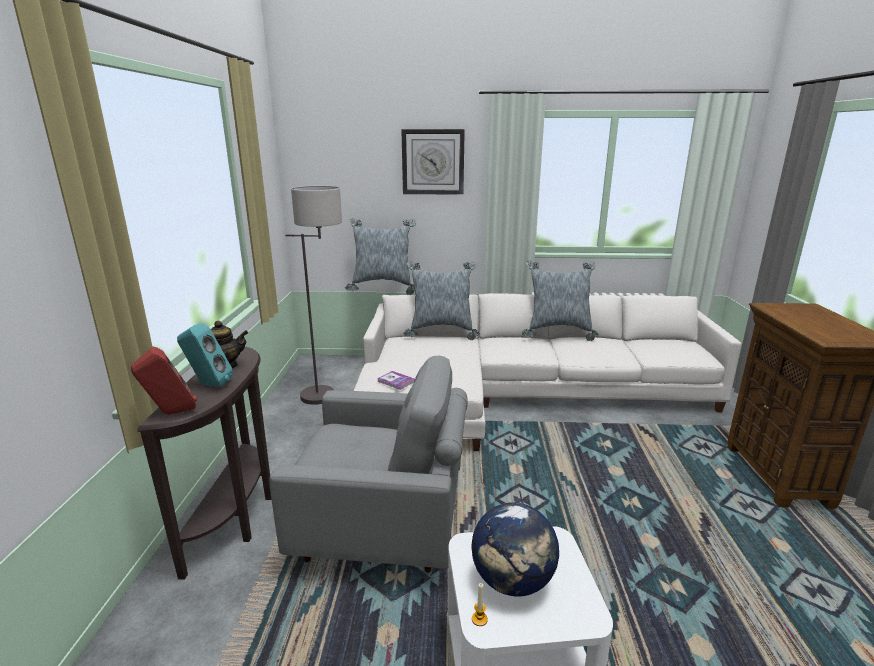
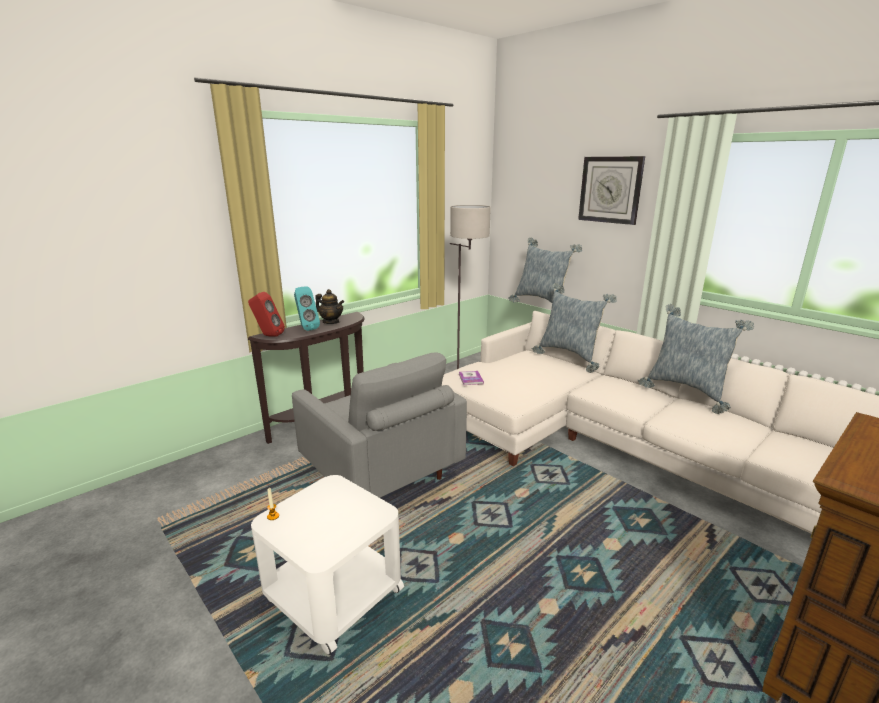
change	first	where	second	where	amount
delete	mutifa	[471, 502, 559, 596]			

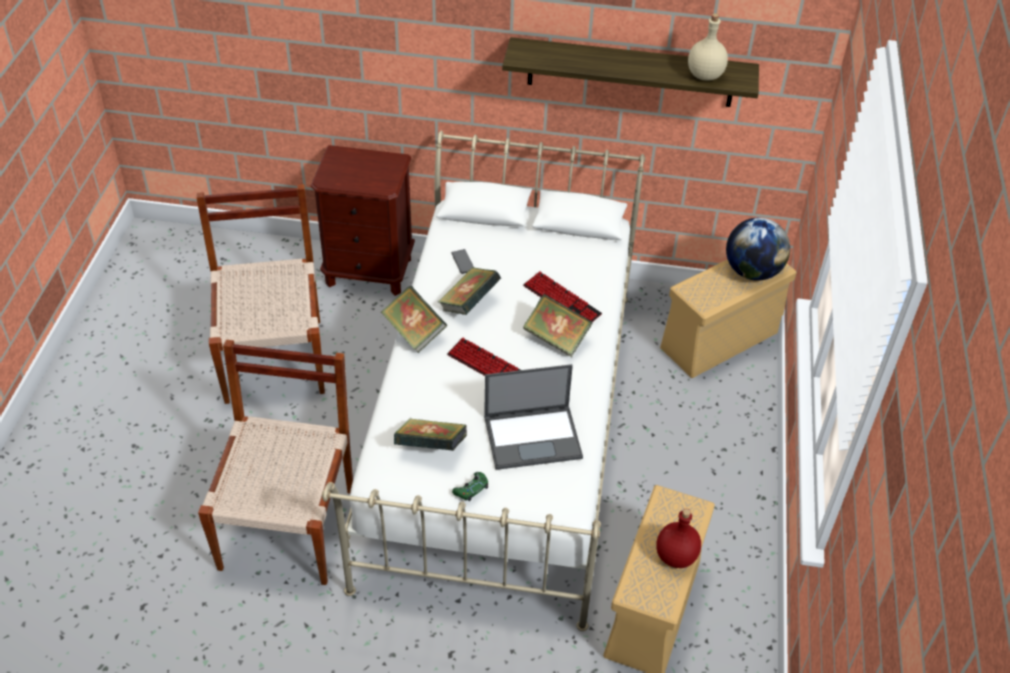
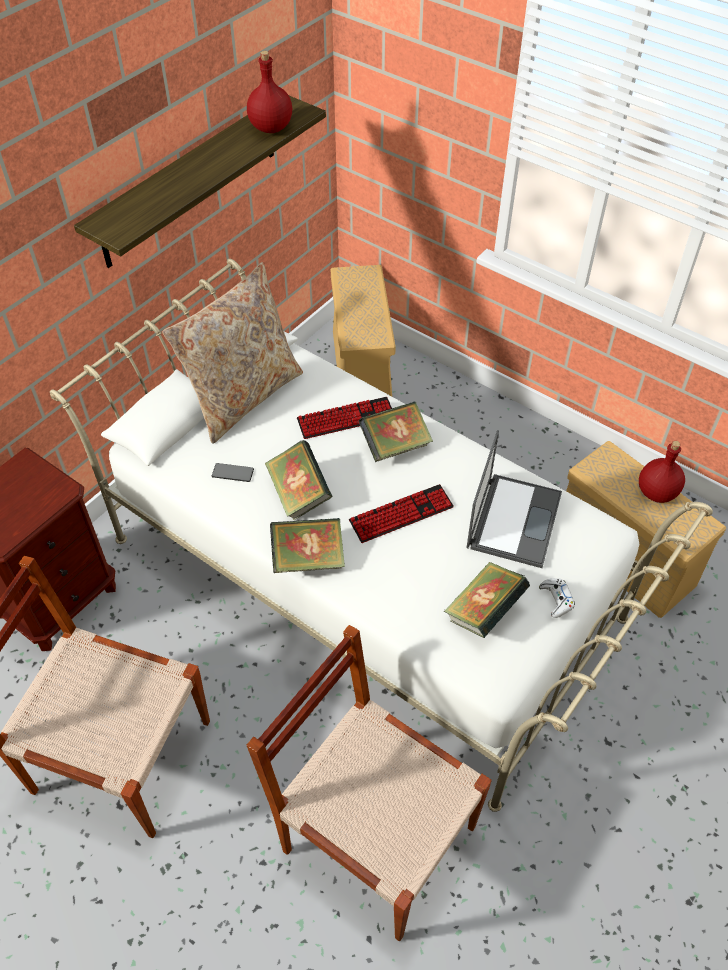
change	first	where	second	where	amount
recolor	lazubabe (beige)	[688, 13, 728, 80]	lazubabe (red)	[247, 51, 292, 133]	
delete	mutifa	[726, 218, 790, 281]			
recolor	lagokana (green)	[452, 472, 488, 501]	lagokana (white)	[539, 578, 575, 618]	
insert			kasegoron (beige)	[162, 262, 303, 444]	

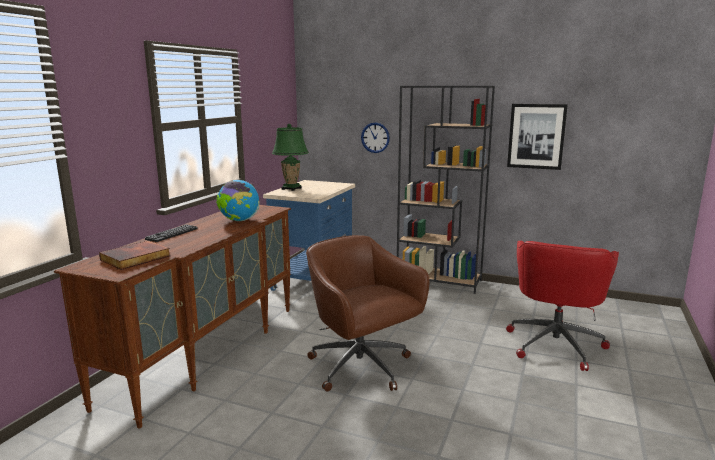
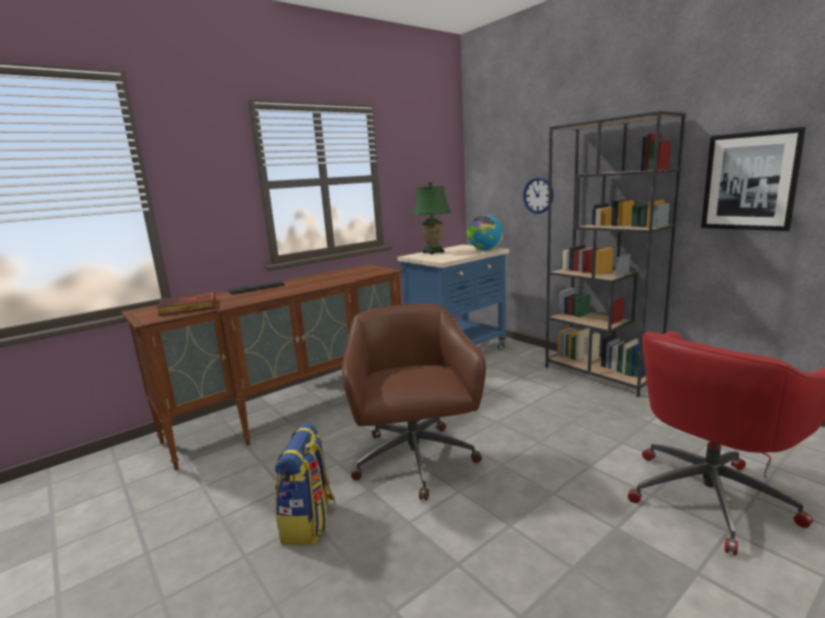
change	first	where	second	where	amount
move	mutifa	[216, 180, 259, 221]		[467, 215, 503, 251]	
insert			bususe	[275, 424, 336, 546]	

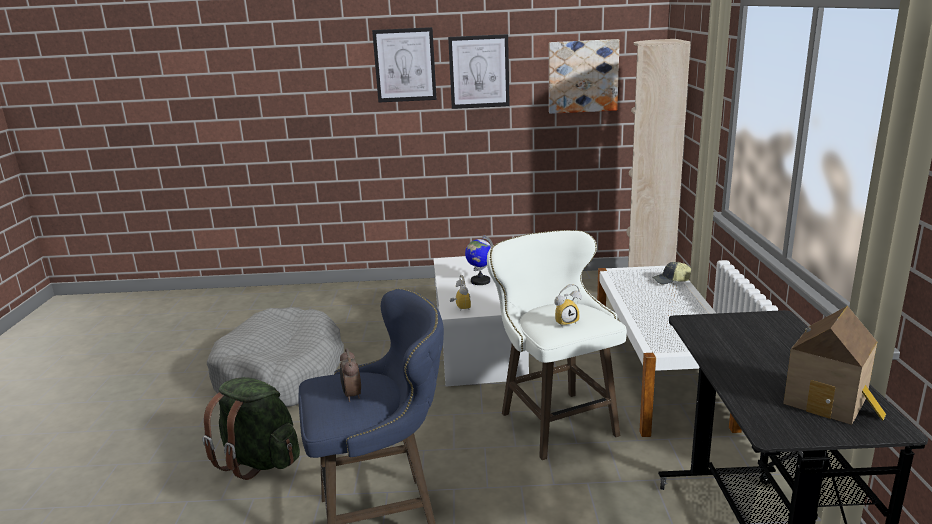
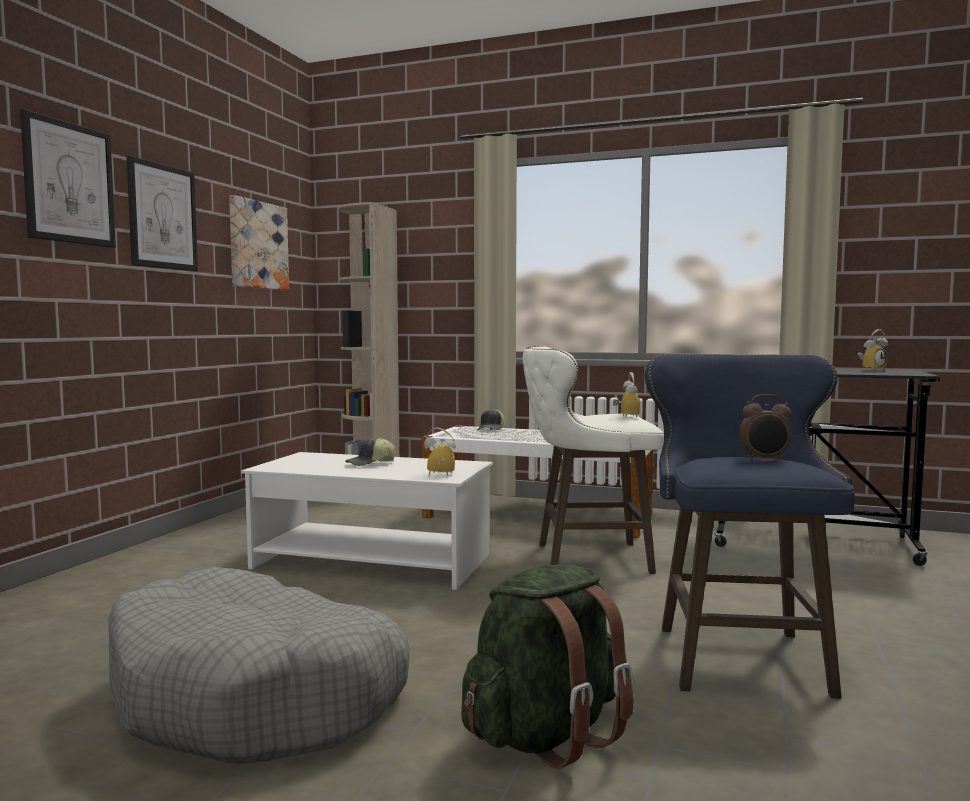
change	first	where	second	where	amount
replace	mutifa	[465, 235, 493, 285]	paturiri	[345, 437, 395, 466]	
replace	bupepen	[783, 306, 886, 425]	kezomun	[857, 329, 888, 371]	

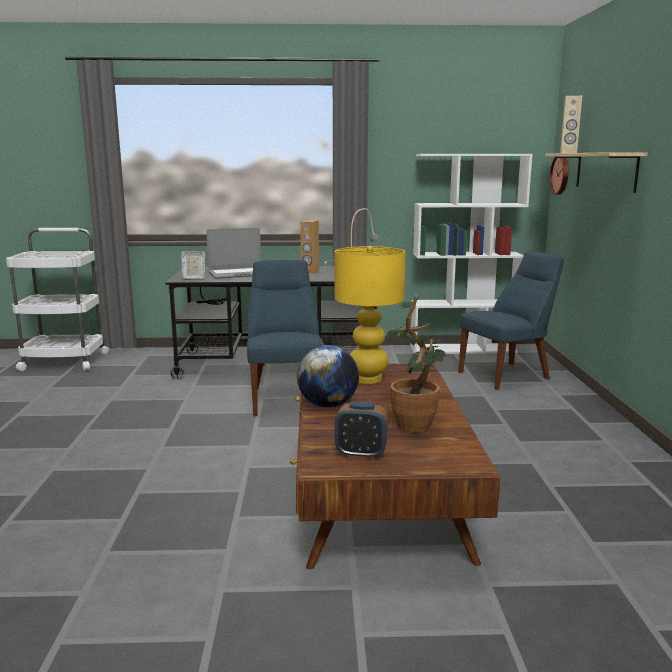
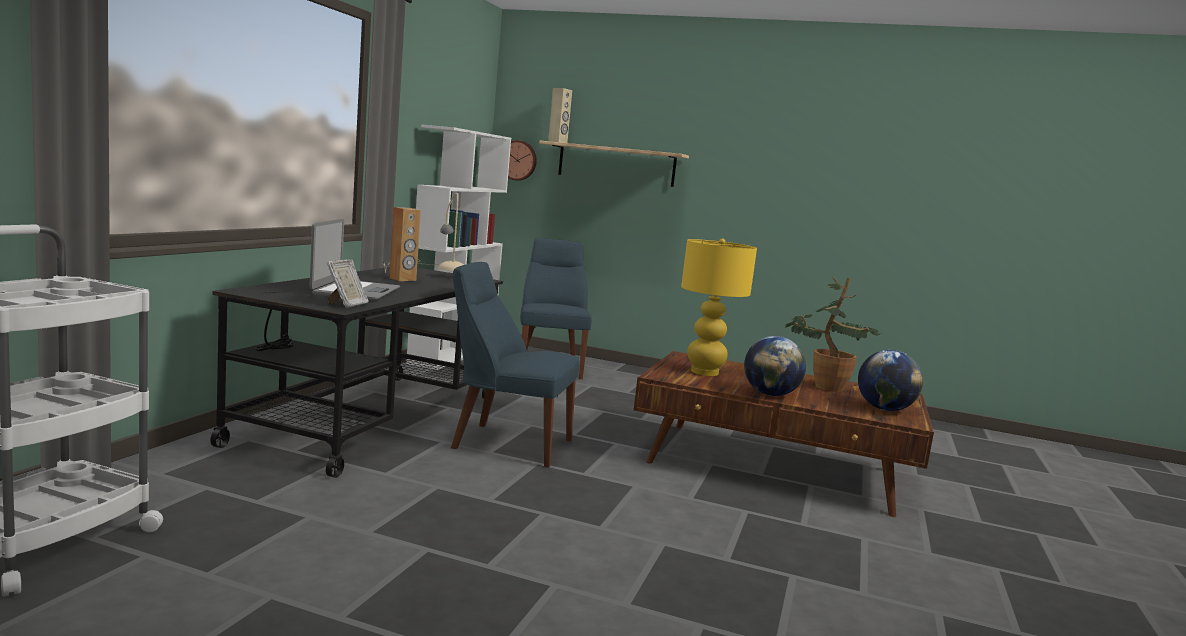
change	first	where	second	where	amount
replace	kezomun	[335, 402, 388, 459]	mutifa	[858, 350, 923, 411]	

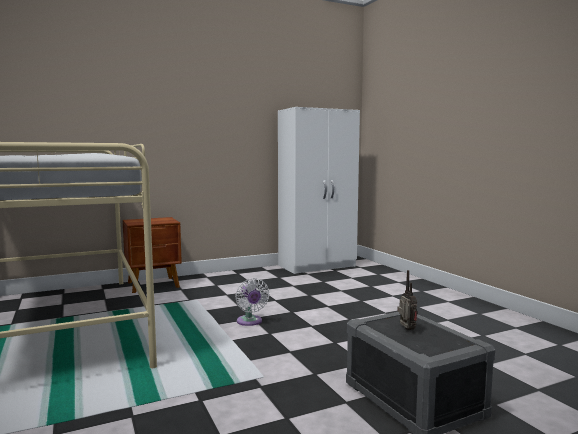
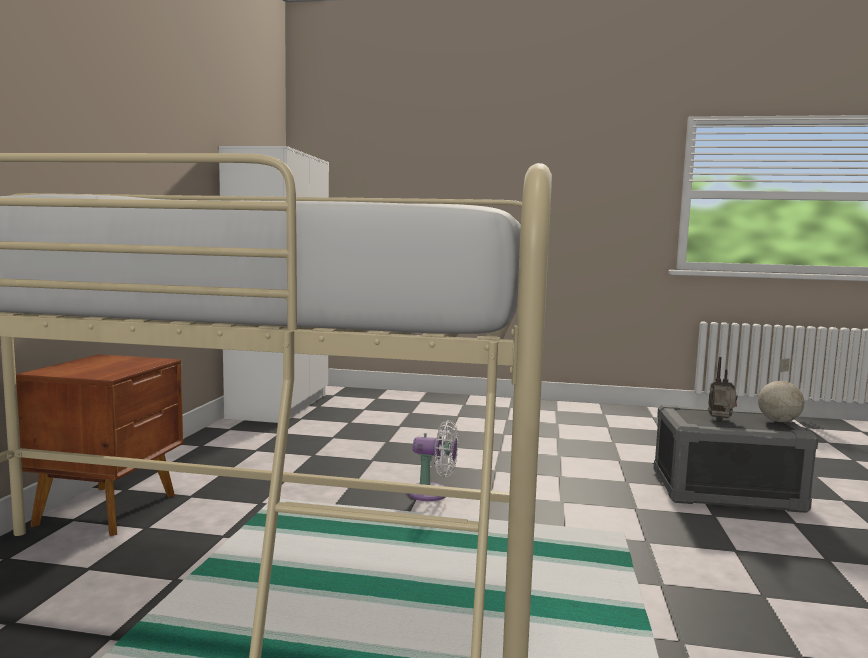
change	first	where	second	where	amount
insert			mutifa	[758, 358, 805, 422]	

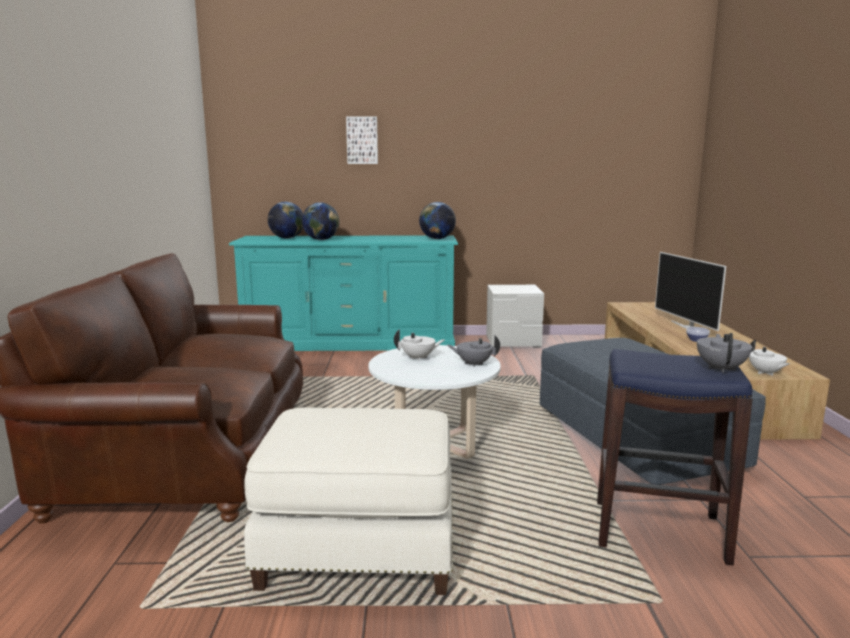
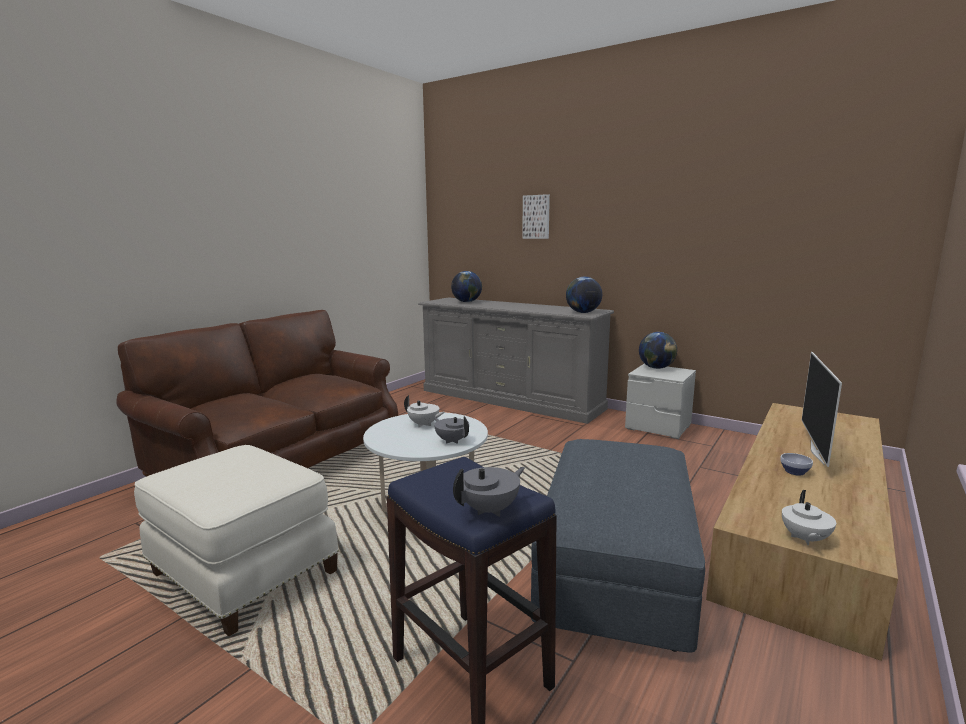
change	first	where	second	where	amount
move	mutifa	[302, 202, 339, 240]		[639, 332, 677, 369]	
recolor	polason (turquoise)	[229, 235, 458, 351]	polason (grey)	[418, 297, 614, 424]	

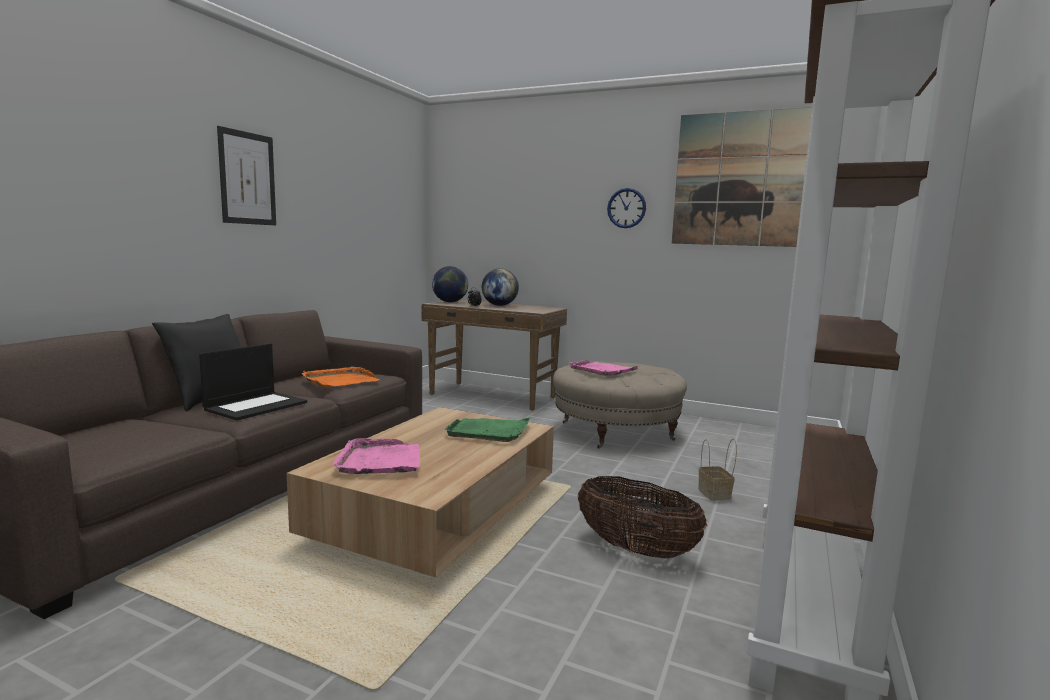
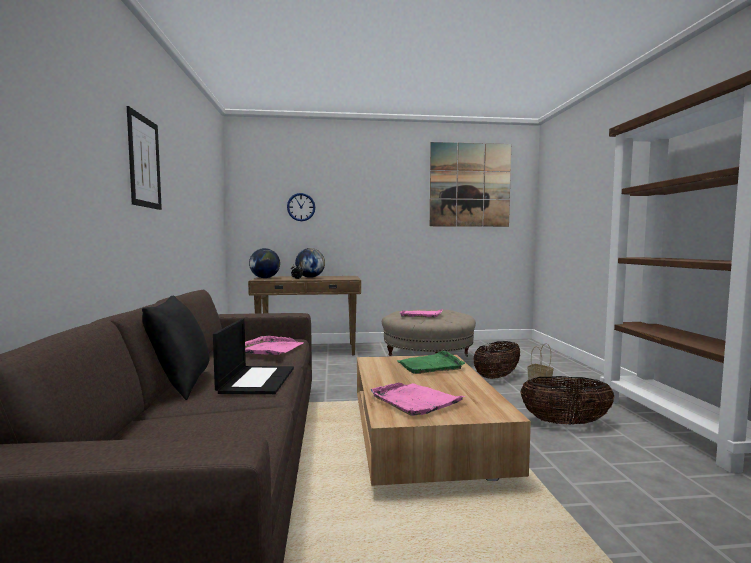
change	first	where	second	where	amount
move	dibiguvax	[607, 188, 646, 228]		[287, 193, 315, 221]	
recolor	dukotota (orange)	[301, 367, 380, 387]	dukotota (pink)	[245, 336, 304, 355]	
insert			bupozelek	[473, 341, 520, 379]	

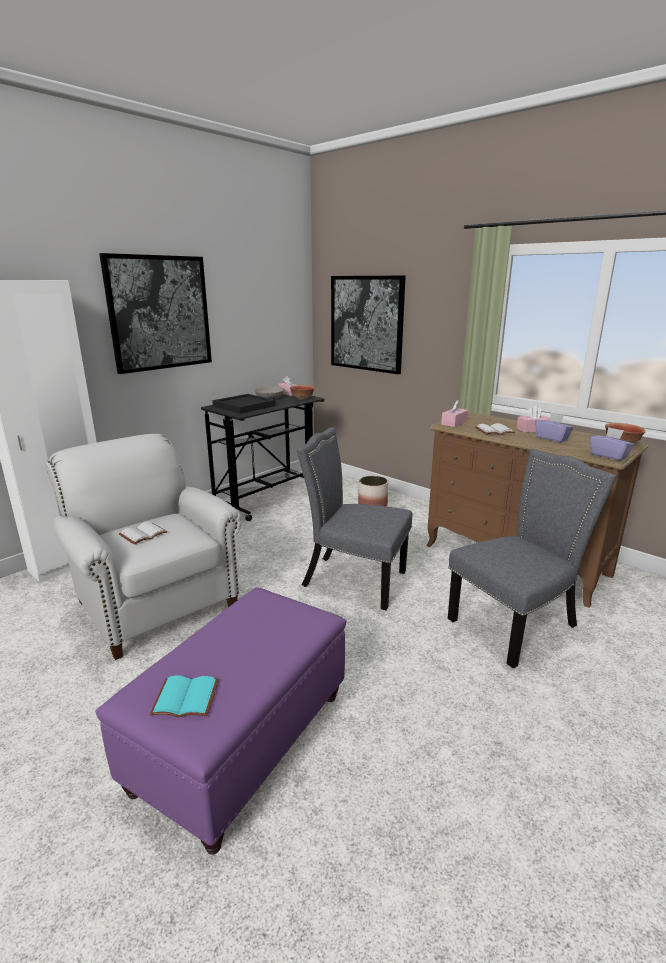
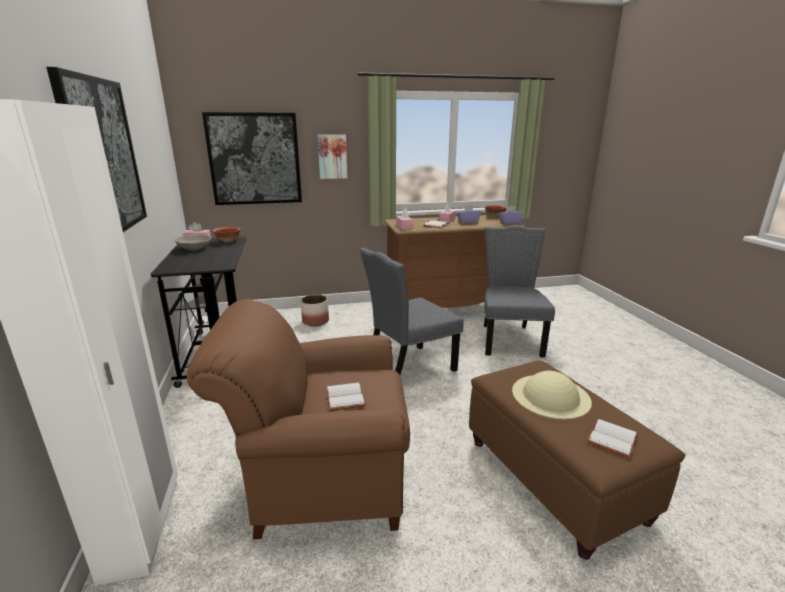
change	first	where	second	where	amount
delete	dukotota (black)	[212, 394, 276, 414]			
recolor	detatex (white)	[46, 434, 242, 660]	detatex (brown)	[187, 299, 410, 540]	
recolor	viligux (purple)	[96, 588, 346, 854]	viligux (brown)	[469, 360, 686, 560]	
recolor	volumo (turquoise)	[150, 675, 219, 717]	volumo (white)	[587, 419, 638, 458]	
insert			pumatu	[317, 135, 348, 179]	
insert			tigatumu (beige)	[512, 371, 592, 420]	

